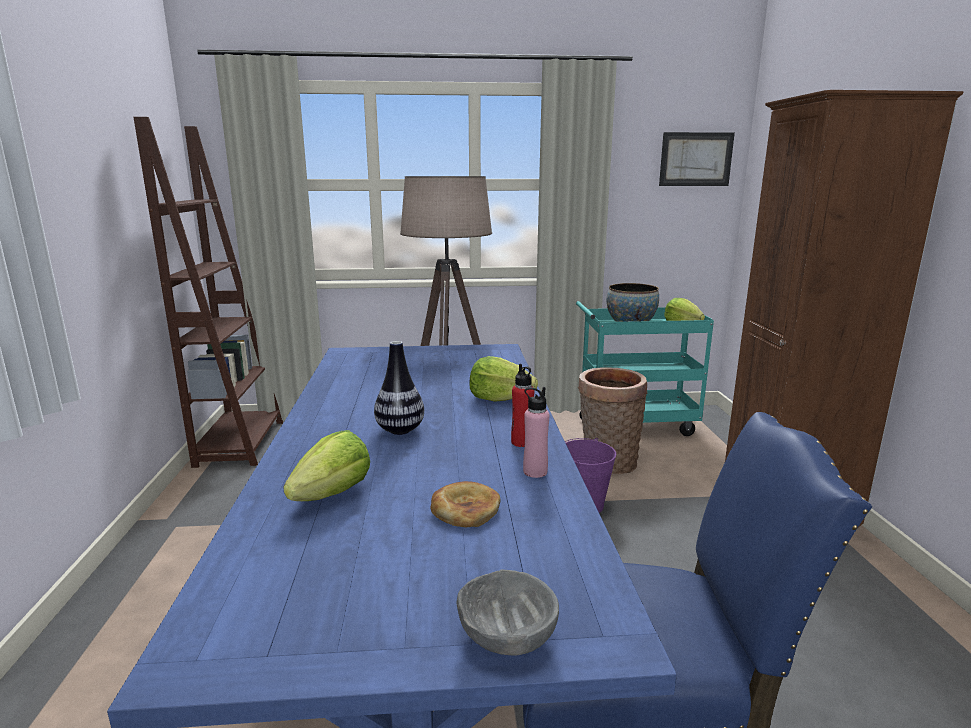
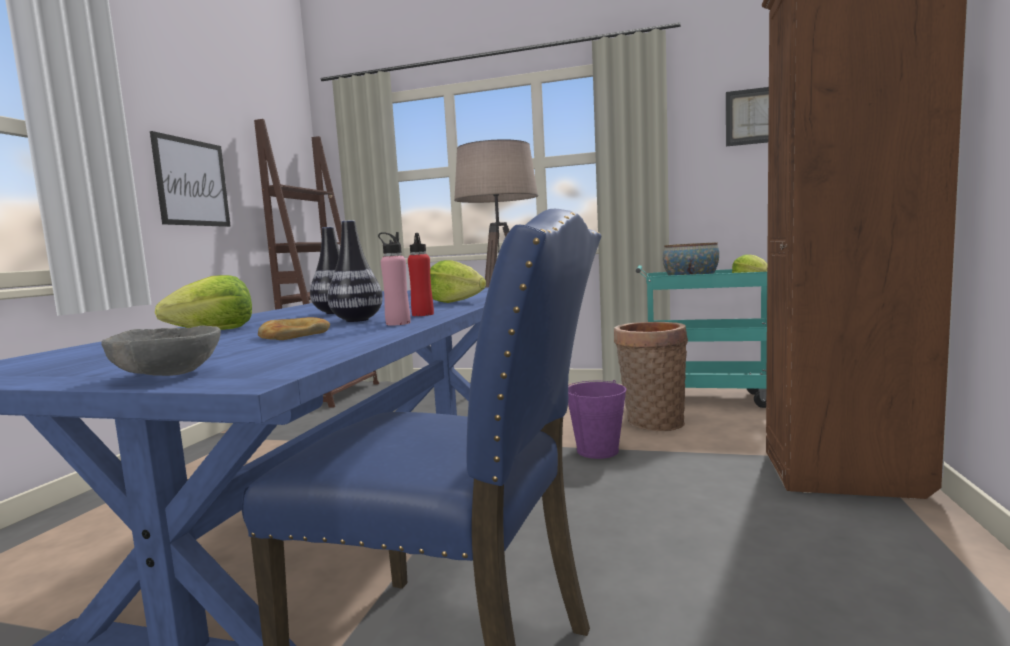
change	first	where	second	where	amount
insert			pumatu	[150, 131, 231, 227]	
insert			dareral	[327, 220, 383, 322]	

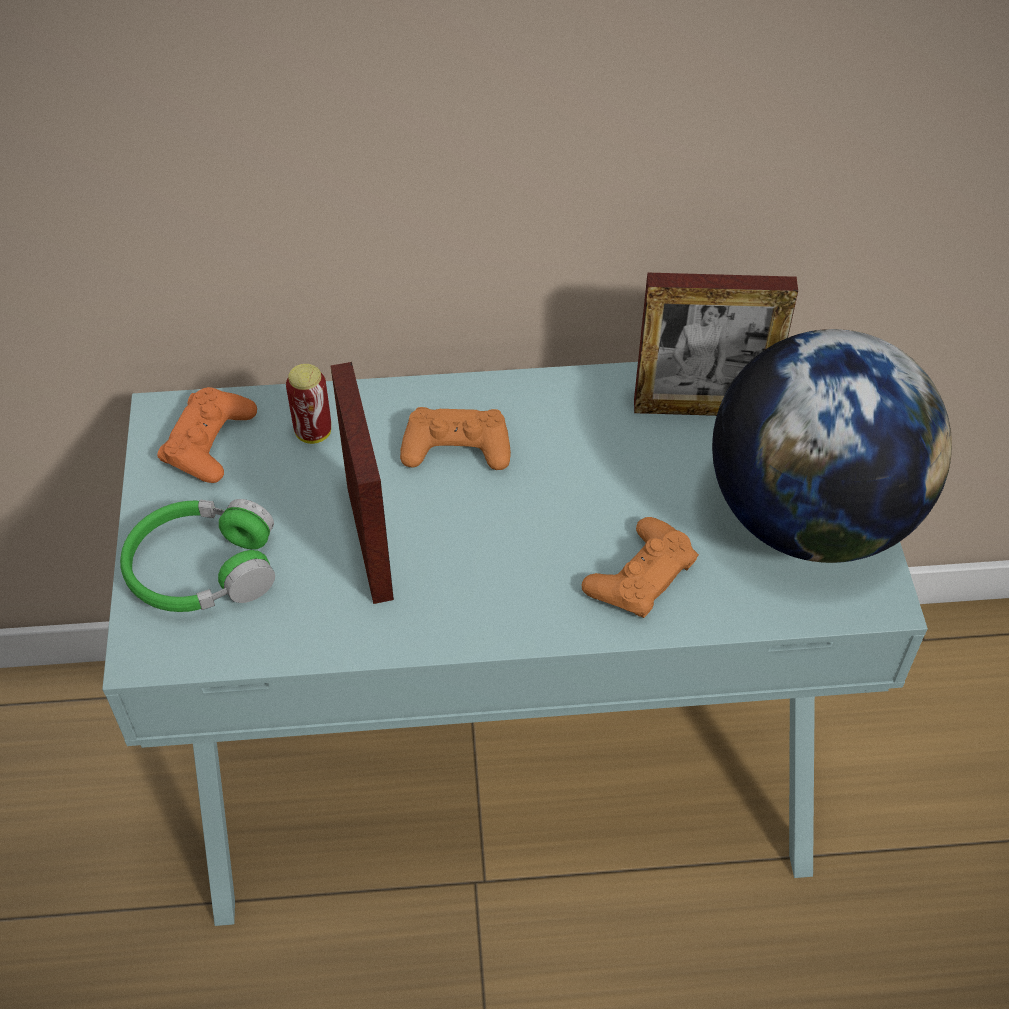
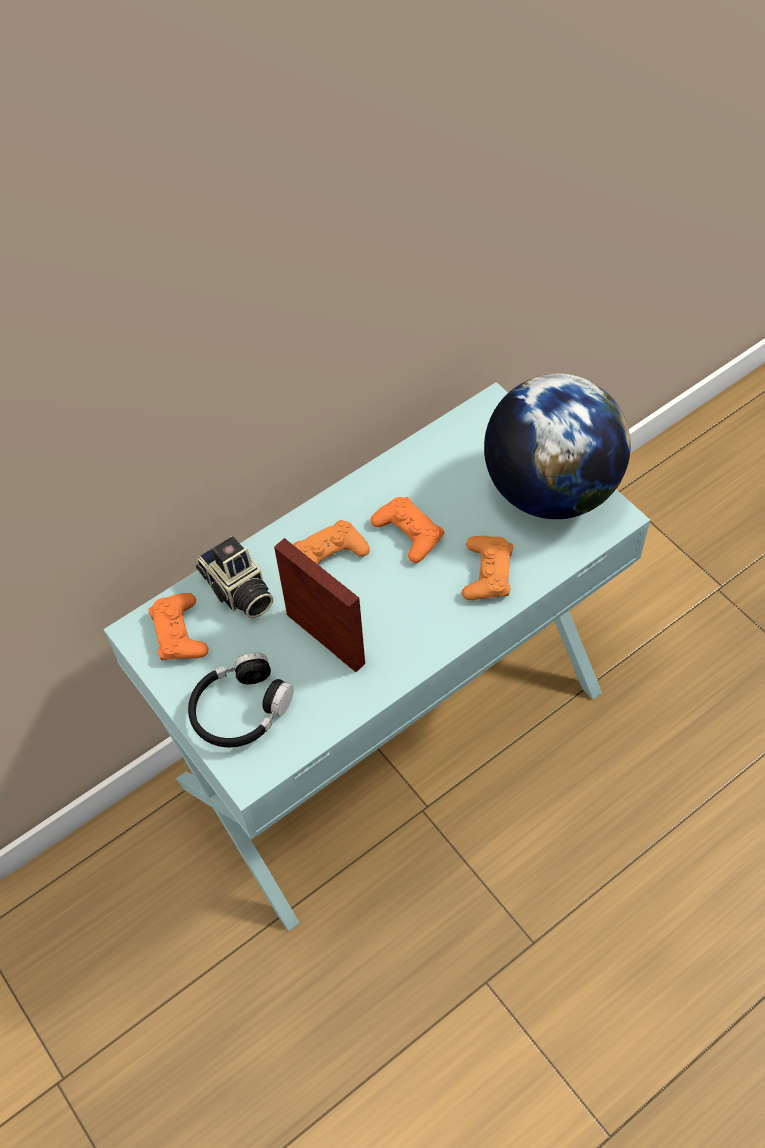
change	first	where	second	where	amount
delete	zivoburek	[634, 273, 798, 416]			
replace	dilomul	[286, 364, 331, 444]	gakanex	[196, 536, 273, 618]	
recolor	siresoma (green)	[120, 499, 275, 612]	siresoma (black)	[188, 652, 294, 747]	
insert			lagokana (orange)	[370, 497, 445, 563]	

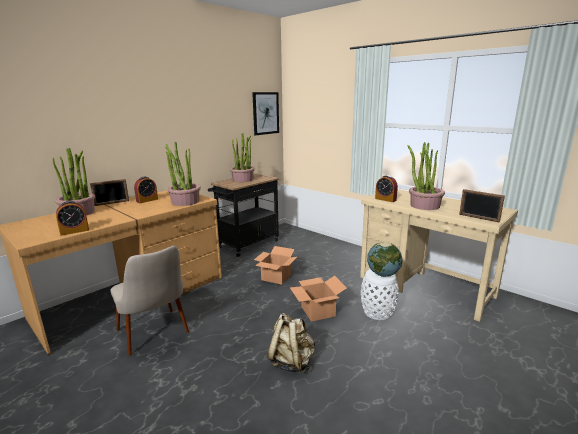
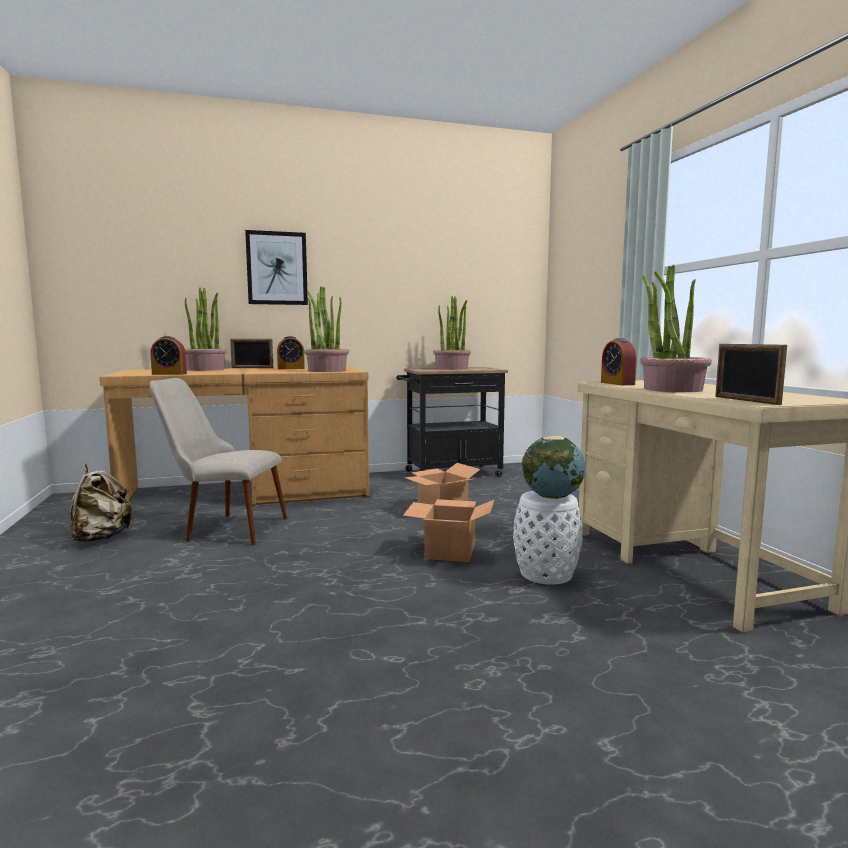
change	first	where	second	where	amount
move	pumatu	[252, 92, 279, 135]		[245, 230, 308, 305]	
rotate	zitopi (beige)	[110, 246, 189, 356]		[149, 378, 287, 545]	105 degrees clockwise
move	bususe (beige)	[268, 313, 315, 373]		[70, 464, 133, 542]	

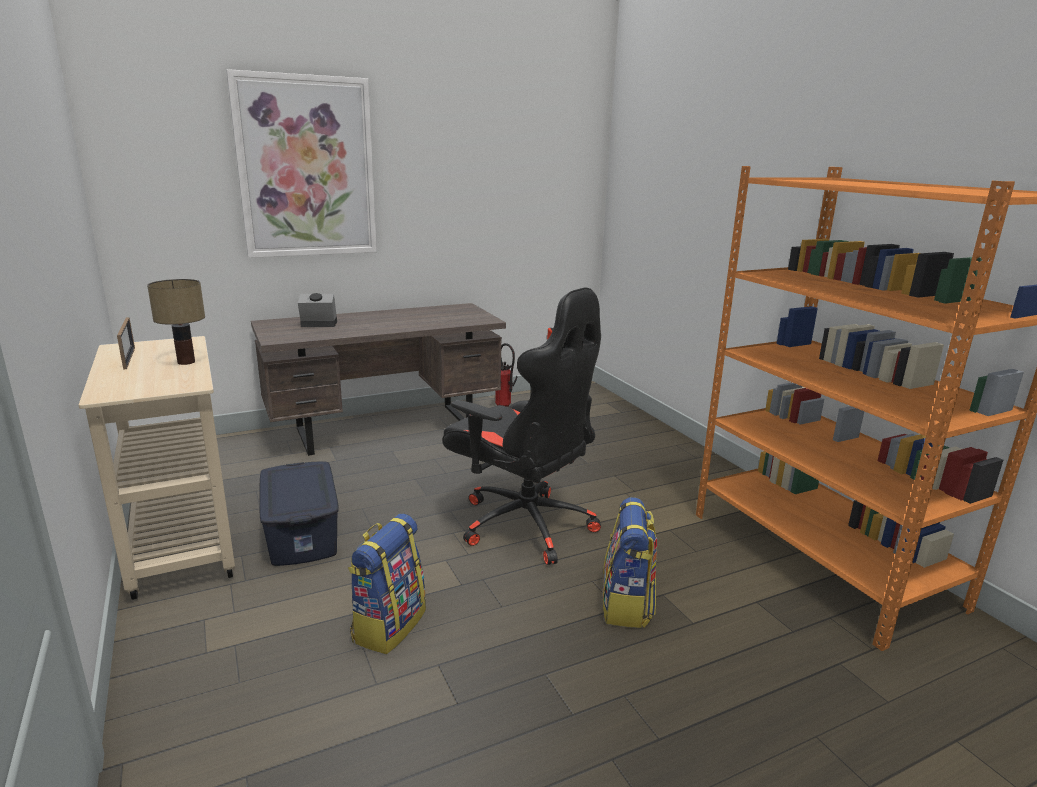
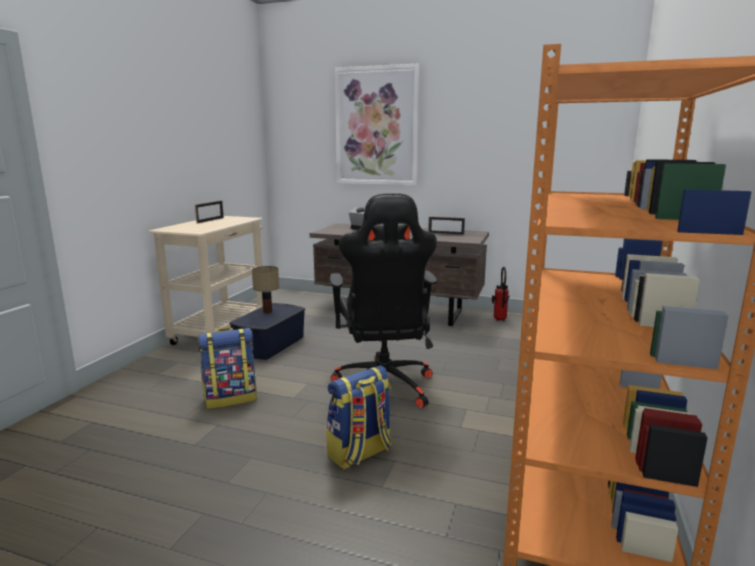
change	first	where	second	where	amount
move	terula	[147, 279, 205, 365]		[252, 266, 279, 313]	
insert			zivoburek	[428, 216, 465, 235]	

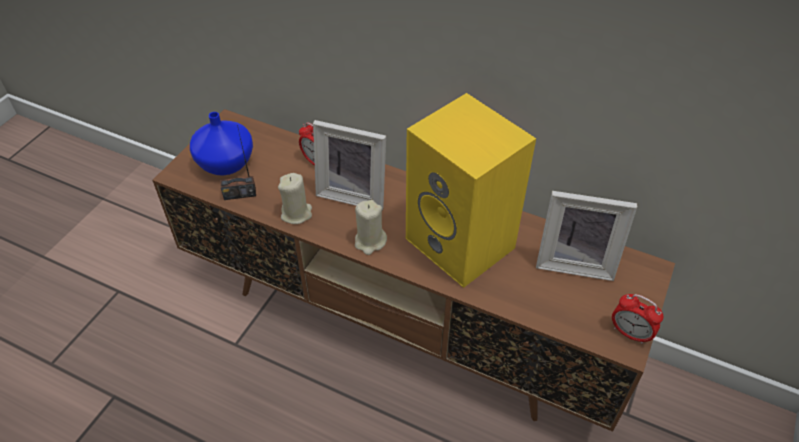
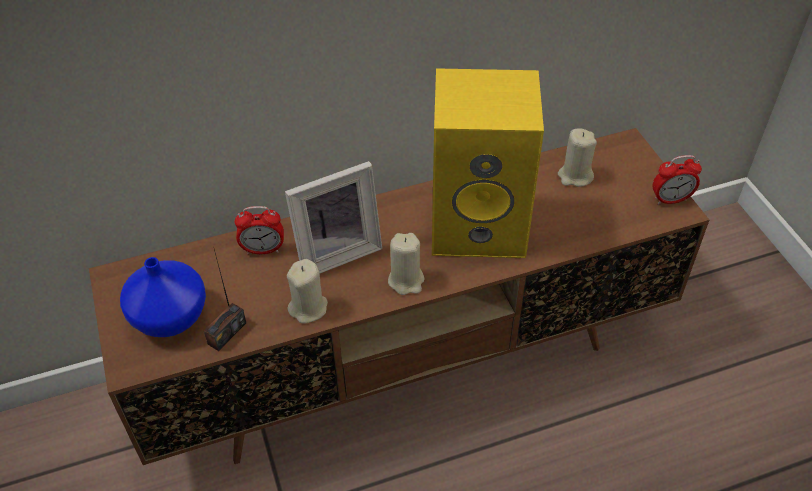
change	first	where	second	where	amount
replace	zivoburek	[536, 191, 637, 281]	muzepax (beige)	[558, 128, 597, 187]	

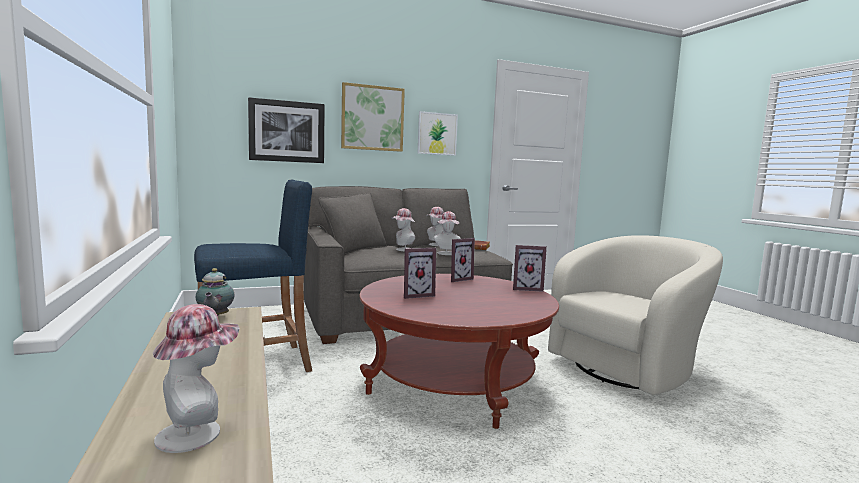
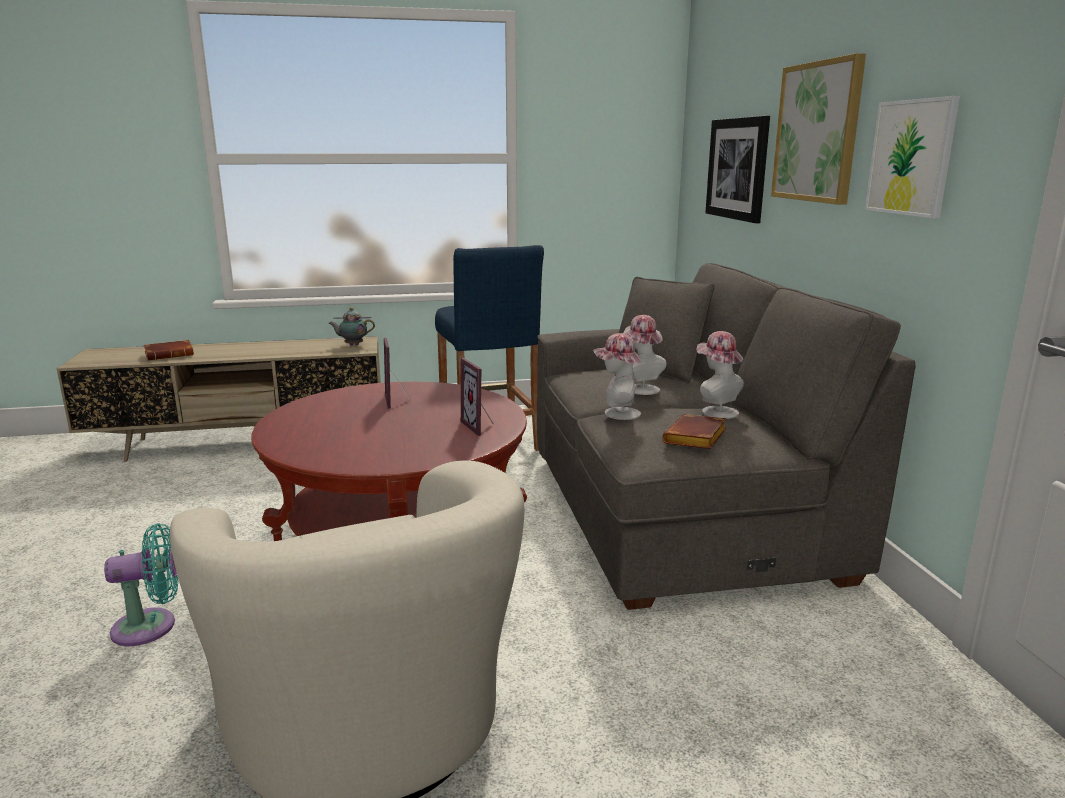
change	first	where	second	where	amount
delete	zivoburek	[513, 245, 547, 292]			
replace	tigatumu	[153, 304, 240, 453]	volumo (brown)	[144, 340, 194, 360]	
insert			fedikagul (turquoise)	[104, 523, 178, 646]	

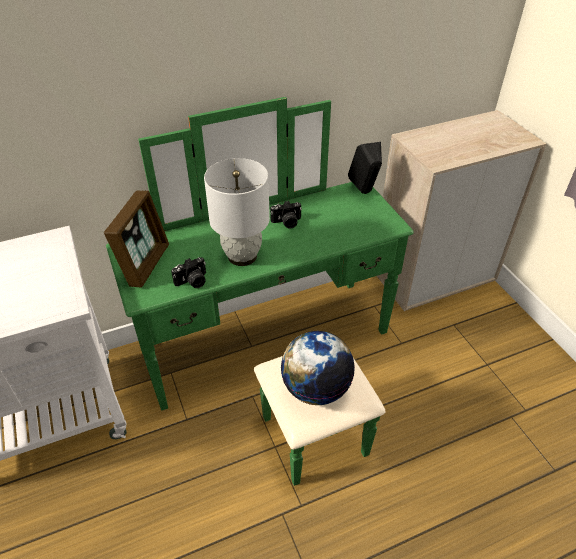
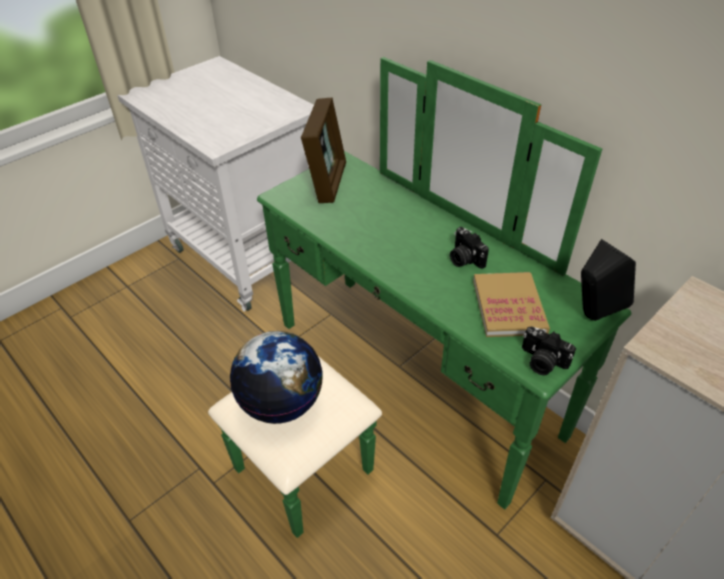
change	first	where	second	where	amount
delete	terula (white)	[204, 158, 270, 266]			
rotate	zivoburek	[104, 191, 169, 287]		[301, 97, 346, 203]	75 degrees counterclockwise
move	gakanex	[171, 257, 206, 288]		[522, 326, 576, 375]	
insert			volumo	[473, 272, 550, 337]	

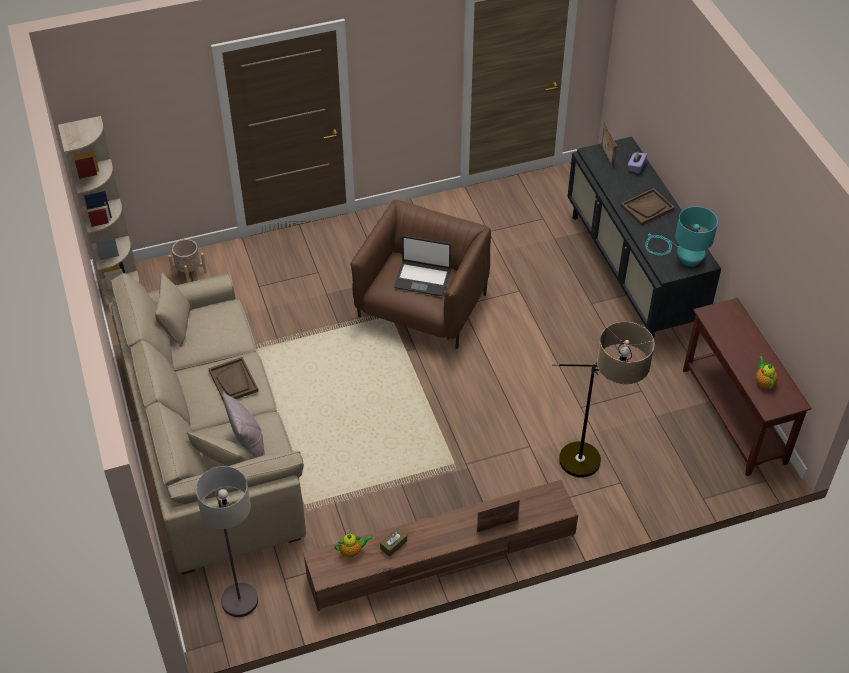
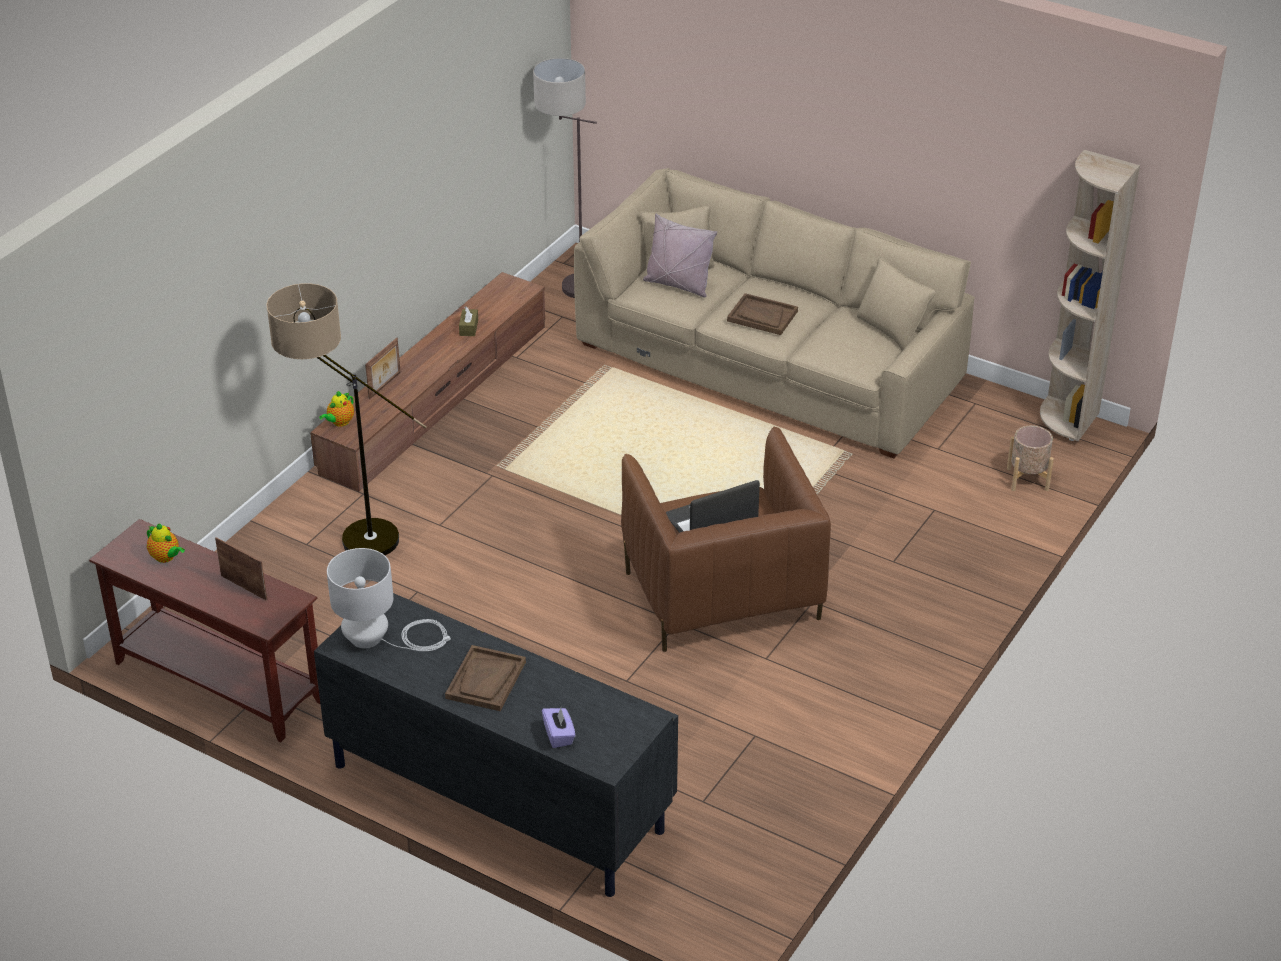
change	first	where	second	where	amount
move	zivoburek	[601, 123, 617, 169]		[215, 537, 267, 601]	
recolor	terula (turquoise)	[645, 206, 718, 267]	terula (grey)	[327, 548, 451, 651]	
move	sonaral	[334, 533, 373, 557]		[319, 391, 354, 427]	

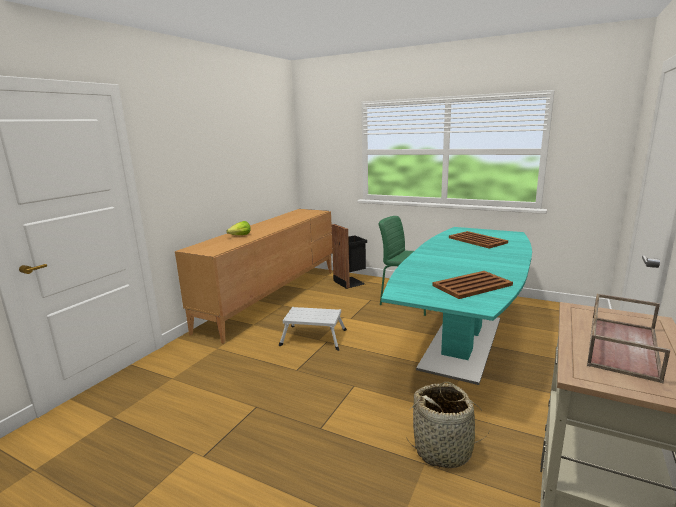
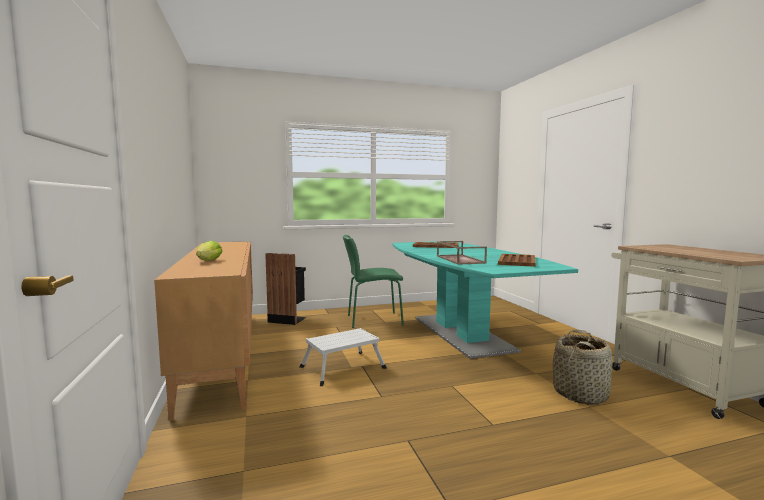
change	first	where	second	where	amount
move	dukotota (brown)	[587, 294, 670, 383]		[437, 241, 487, 265]	

